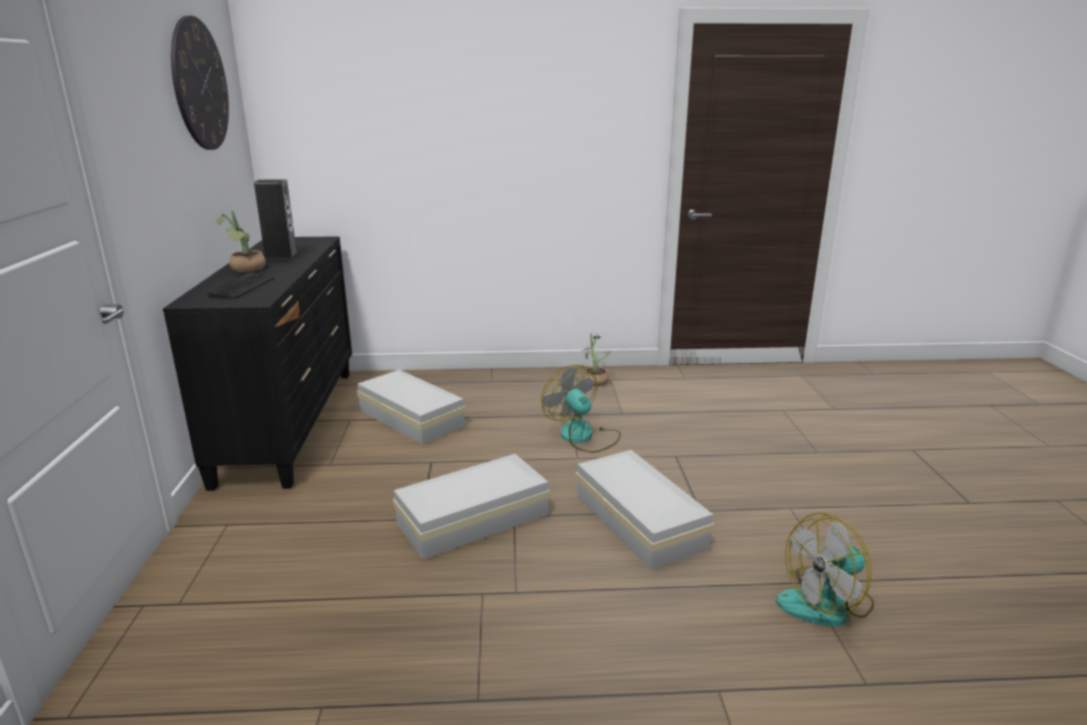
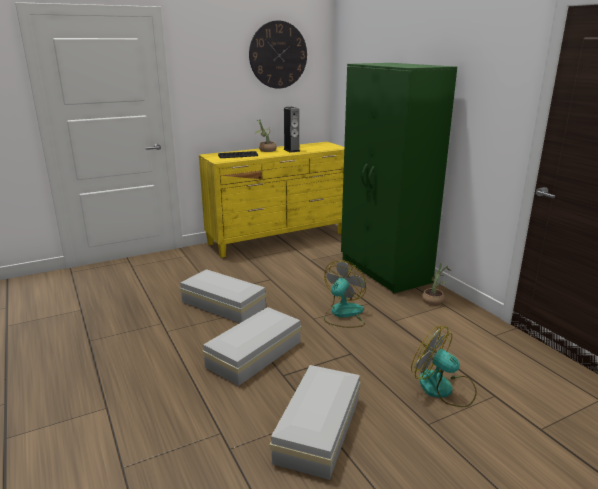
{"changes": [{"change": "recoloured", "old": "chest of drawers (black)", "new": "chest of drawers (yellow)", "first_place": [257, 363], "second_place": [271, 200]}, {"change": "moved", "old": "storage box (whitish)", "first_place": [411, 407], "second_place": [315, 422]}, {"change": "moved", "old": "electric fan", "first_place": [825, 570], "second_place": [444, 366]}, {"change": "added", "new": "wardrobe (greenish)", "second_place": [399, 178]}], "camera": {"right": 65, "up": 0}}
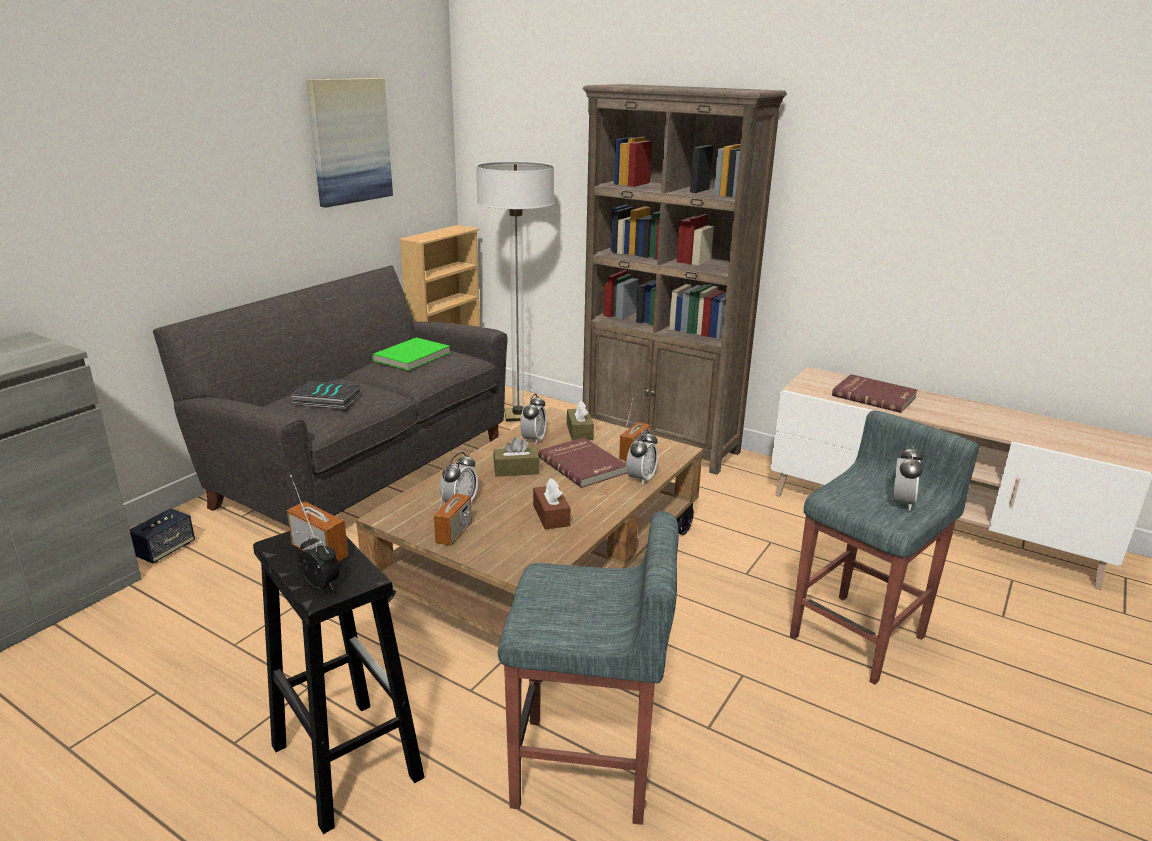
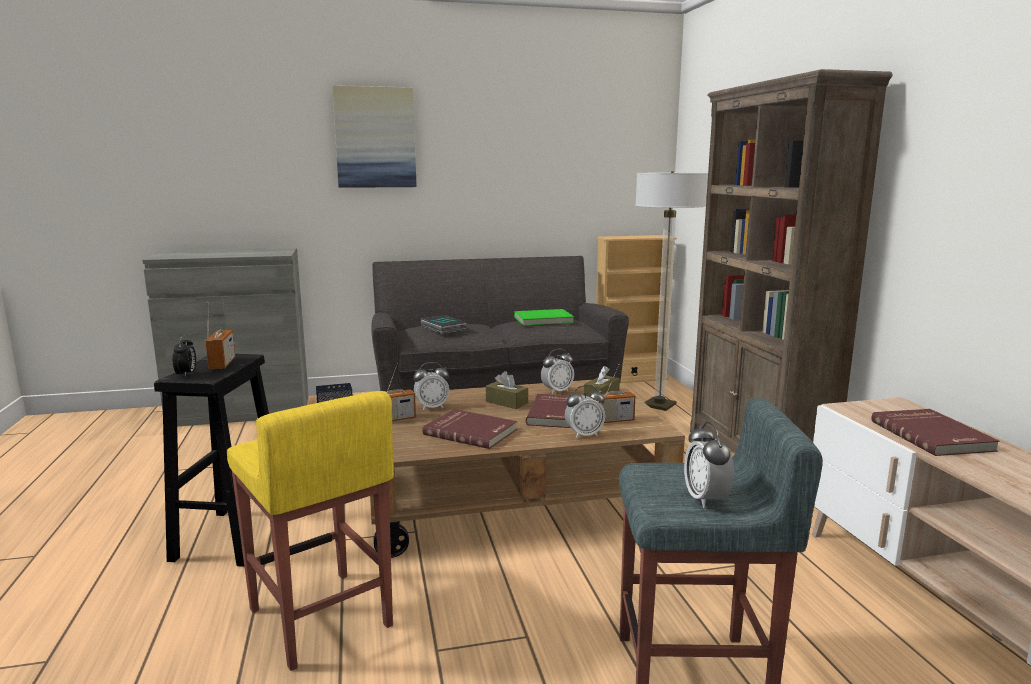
{"changes": [{"change": "moved", "old": "picture", "first_place": [349, 143], "second_place": [374, 136]}, {"change": "recoloured", "old": "sitting stool (greyish)", "new": "sitting stool (yellow)", "first_place": [588, 668], "second_place": [310, 531]}, {"change": "replaced", "old": "box of tissues (brownish)", "new": "bound book (reddish)", "first_place": [551, 504], "second_place": [469, 429]}, {"change": "turned", "old": "table clock", "first_place": [908, 477], "second_place": [709, 465], "degrees": 105}], "camera": {"right": 45, "up": -10}}
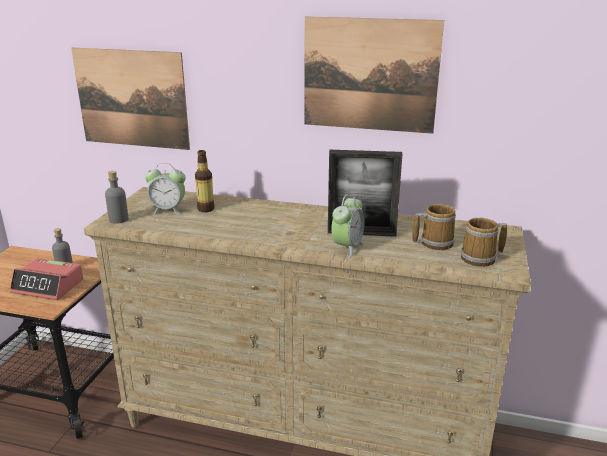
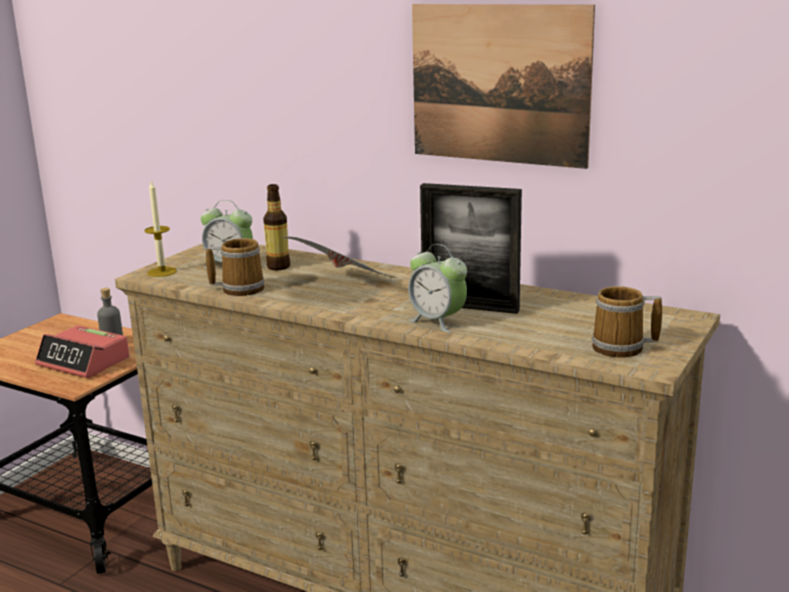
{"changes": [{"change": "removed", "old": "picture", "first_place": [130, 99]}, {"change": "replaced", "old": "drink bottle (greyish)", "new": "wax light", "first_place": [116, 197], "second_place": [160, 228]}, {"change": "turned", "old": "table clock", "first_place": [348, 226], "second_place": [437, 288], "degrees": 90}, {"change": "moved", "old": "coffee mug", "first_place": [434, 227], "second_place": [235, 267]}, {"change": "added", "new": "daily paper", "second_place": [340, 257]}], "camera": {"right": 15, "up": -5}}
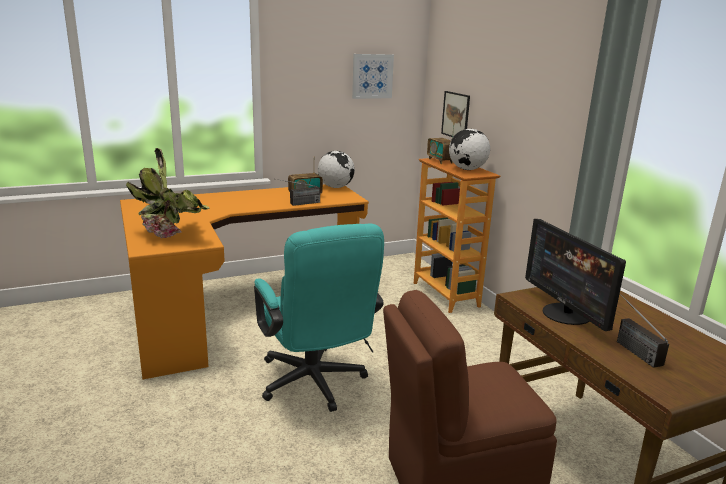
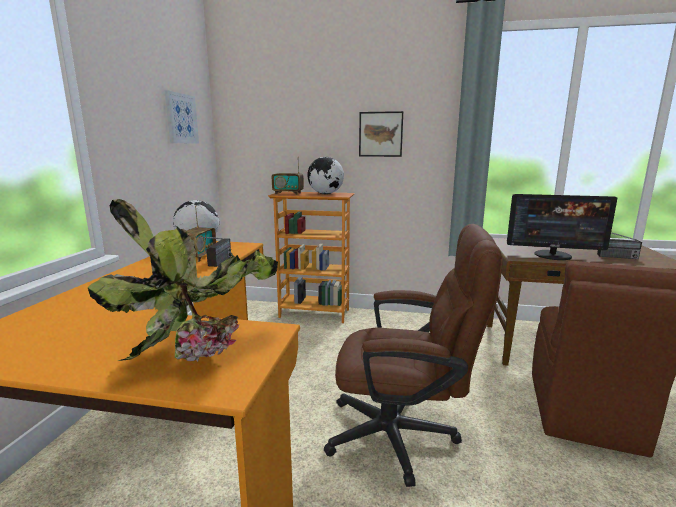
{"changes": [{"change": "recoloured", "old": "office chair (blue-green)", "new": "office chair (brownish)", "first_place": [319, 317], "second_place": [413, 355]}, {"change": "moved", "old": "picture", "first_place": [455, 114], "second_place": [381, 134]}], "camera": {"right": -55, "up": -5}}
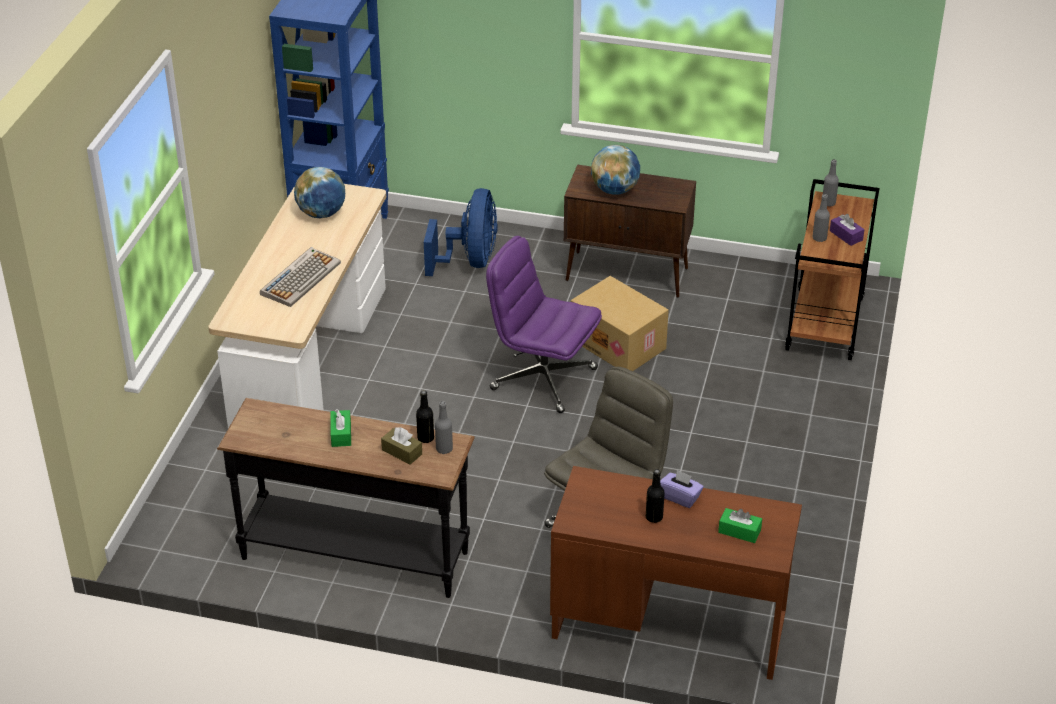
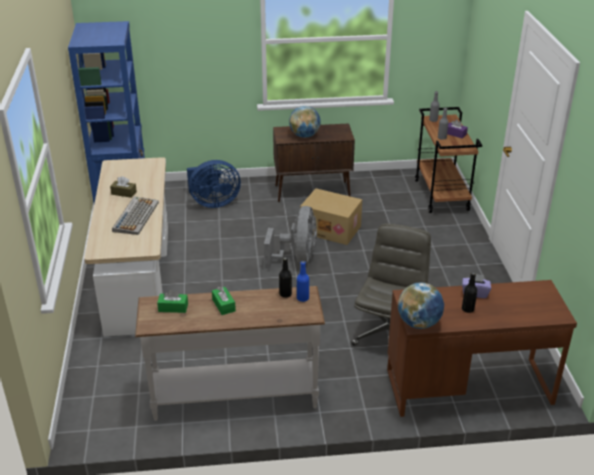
{"changes": [{"change": "recoloured", "old": "narrow table (black)", "new": "narrow table (whitish)", "first_place": [346, 498], "second_place": [230, 353]}, {"change": "moved", "old": "globe", "first_place": [319, 192], "second_place": [421, 305]}, {"change": "moved", "old": "box of tissues (brownish)", "first_place": [401, 446], "second_place": [123, 187]}, {"change": "turned", "old": "electric fan (blue)", "first_place": [461, 232], "second_place": [214, 184], "degrees": 90}, {"change": "recoloured", "old": "drink bottle (greyish)", "new": "drink bottle (blue)", "first_place": [444, 427], "second_place": [303, 281]}, {"change": "replaced", "old": "office chair (purple)", "new": "electric fan (greyish)", "first_place": [544, 324], "second_place": [290, 237]}, {"change": "moved", "old": "box of tissues (greenish)", "first_place": [740, 525], "second_place": [172, 301]}], "camera": {"right": -20, "up": -5}}
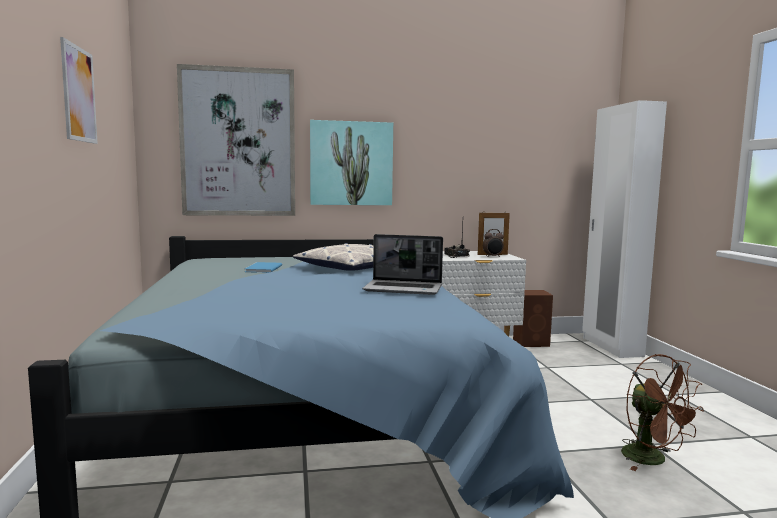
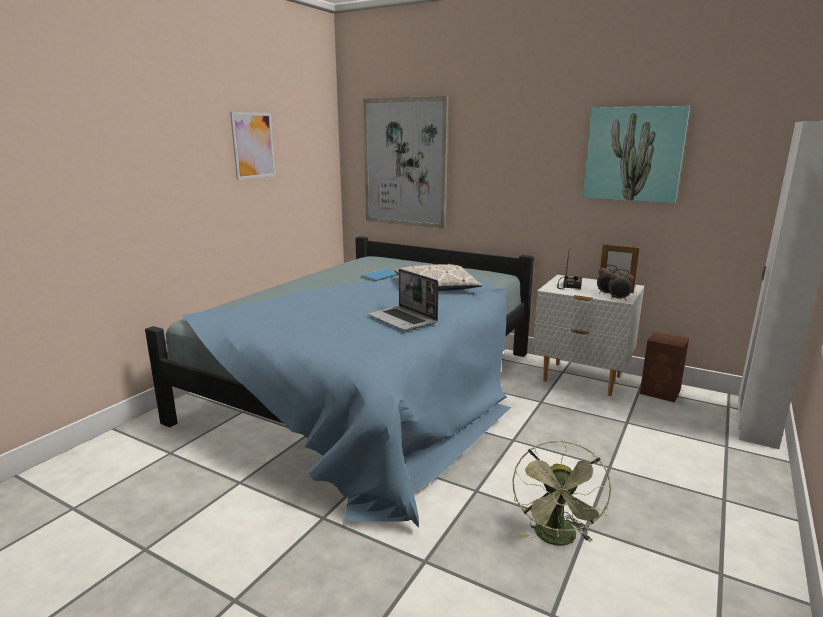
{"changes": [{"change": "moved", "old": "picture", "first_place": [351, 162], "second_place": [636, 154]}, {"change": "recoloured", "old": "electric fan (brownish)", "new": "electric fan (greenish)", "first_place": [662, 412], "second_place": [562, 493]}, {"change": "added", "new": "table clock", "second_place": [620, 284]}], "camera": {"right": 40, "up": 10}}
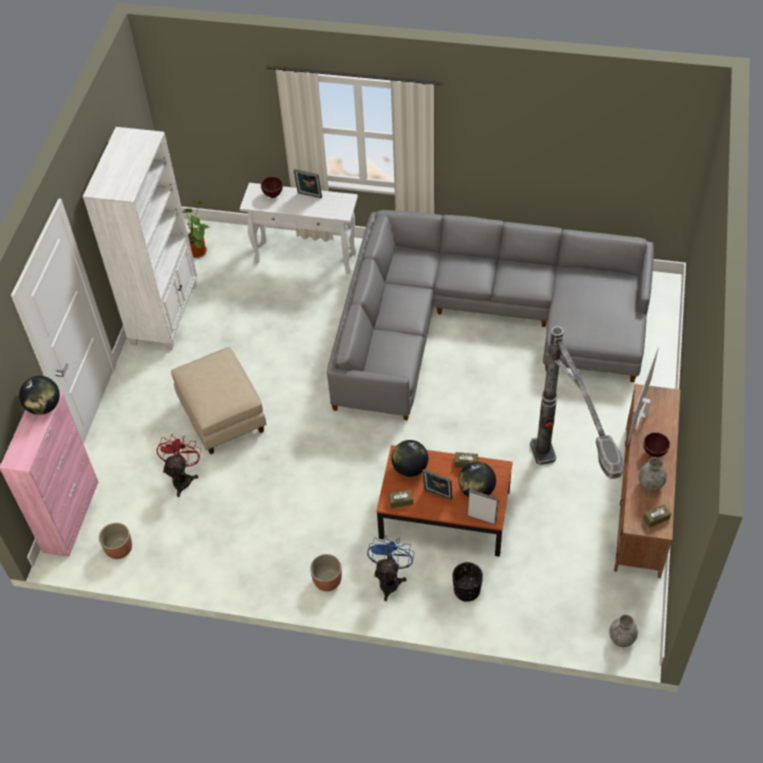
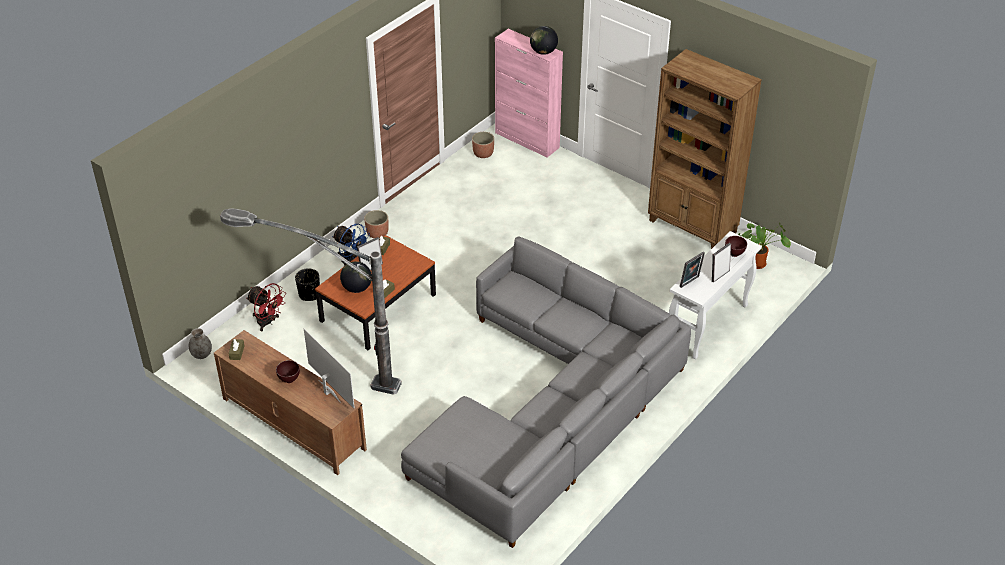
{"changes": [{"change": "recoloured", "old": "bookcase (whitish)", "new": "bookcase (brownish)", "first_place": [140, 238], "second_place": [705, 149]}, {"change": "moved", "old": "electric fan (reddish)", "first_place": [179, 465], "second_place": [266, 307]}, {"change": "removed", "old": "ottoman (beige-coloured)", "first_place": [218, 400]}, {"change": "removed", "old": "globe", "first_place": [409, 458]}, {"change": "moved", "old": "photo frame", "first_place": [483, 507], "second_place": [692, 270]}, {"change": "removed", "old": "decorative vase (greyish)", "first_place": [653, 474]}], "camera": {"right": 115, "up": -10}}
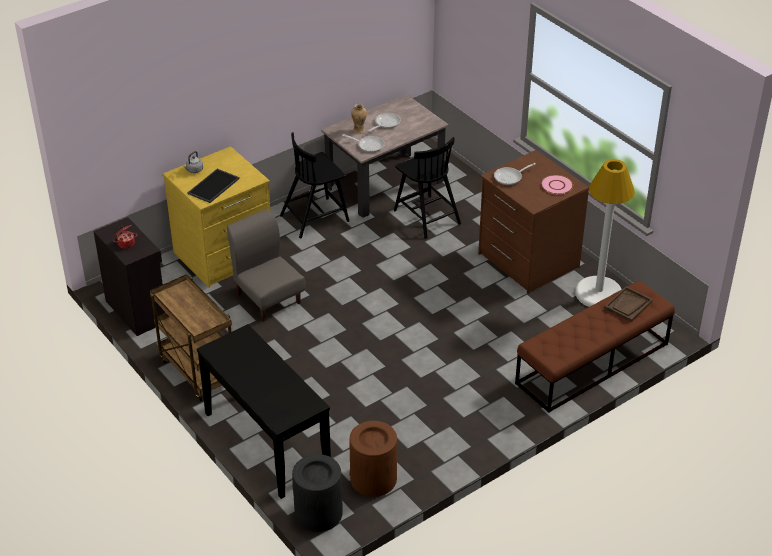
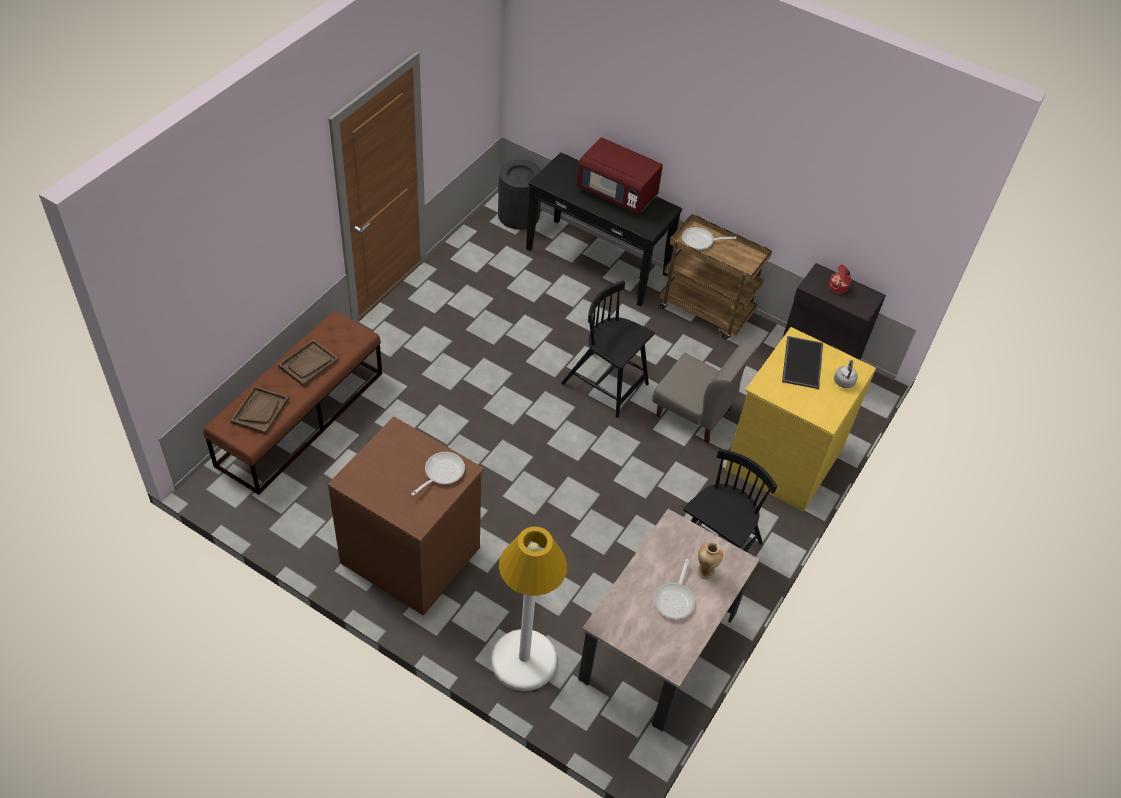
{"changes": [{"change": "moved", "old": "skillet", "first_place": [363, 143], "second_place": [709, 238]}, {"change": "removed", "old": "rubbish bin (brownish)", "first_place": [373, 459]}, {"change": "moved", "old": "upright chair (black)", "first_place": [427, 188], "second_place": [608, 349]}, {"change": "removed", "old": "plate (pink)", "first_place": [557, 184]}, {"change": "moved", "old": "floor lamp (whitish)", "first_place": [605, 233], "second_place": [529, 608]}, {"change": "added", "new": "tray (brownish)", "second_place": [308, 363]}, {"change": "added", "new": "microwave (reddish)", "second_place": [620, 175]}], "camera": {"right": 155, "up": 10}}
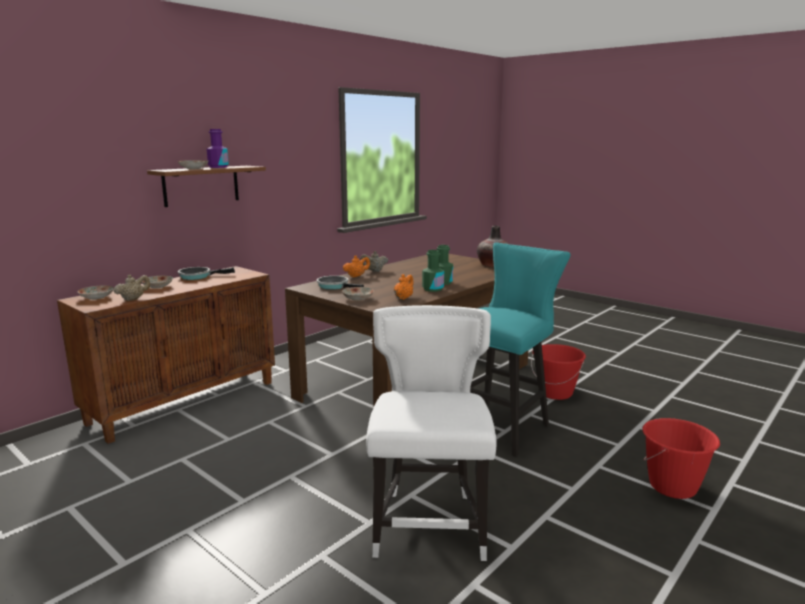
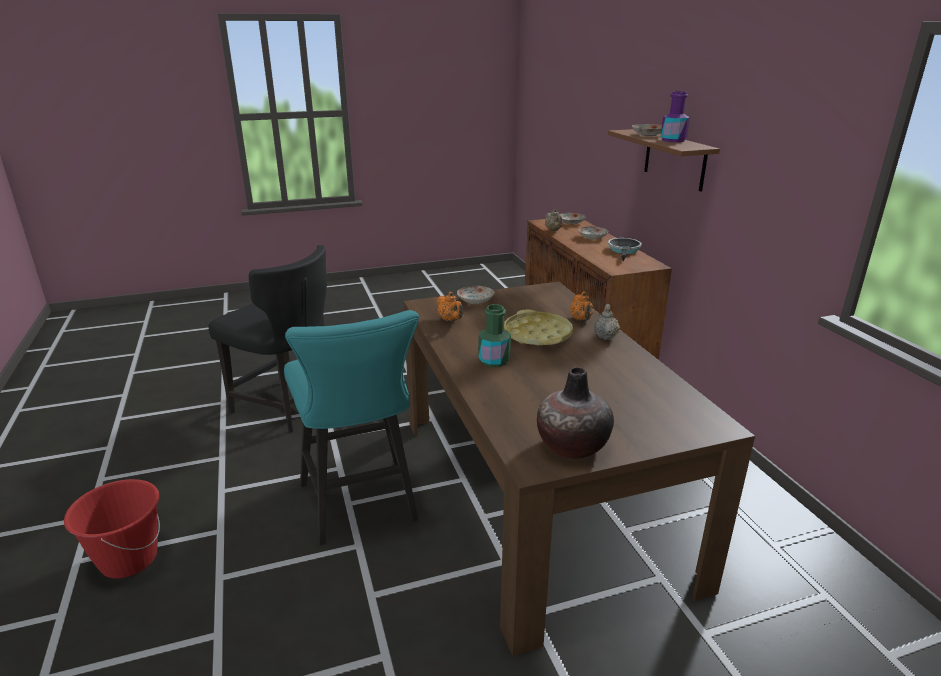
{"changes": [{"change": "removed", "old": "skillet", "first_place": [340, 283]}, {"change": "recoloured", "old": "upright chair (whitish)", "new": "upright chair (black)", "first_place": [431, 433], "second_place": [268, 339]}, {"change": "removed", "old": "drink bottle (greenish)", "first_place": [433, 271]}, {"change": "removed", "old": "pail (reddish)", "first_place": [558, 372]}, {"change": "added", "new": "tray (yellow)", "second_place": [538, 327]}], "camera": {"right": 120, "up": 10}}
